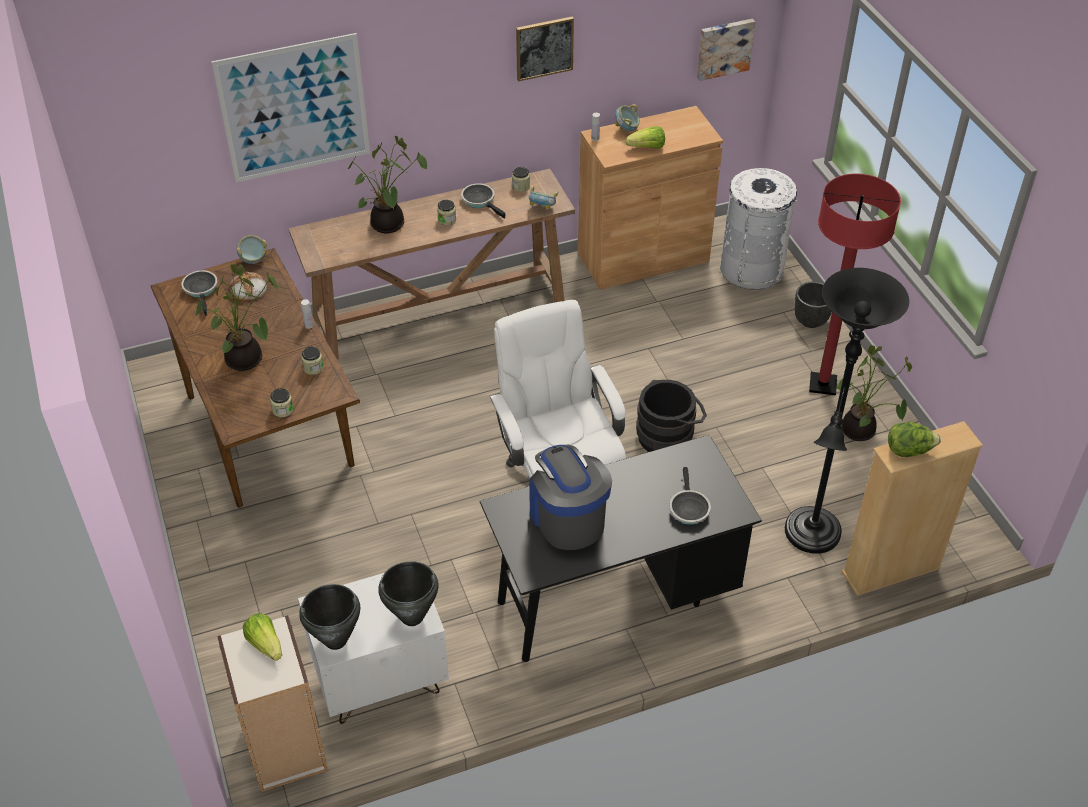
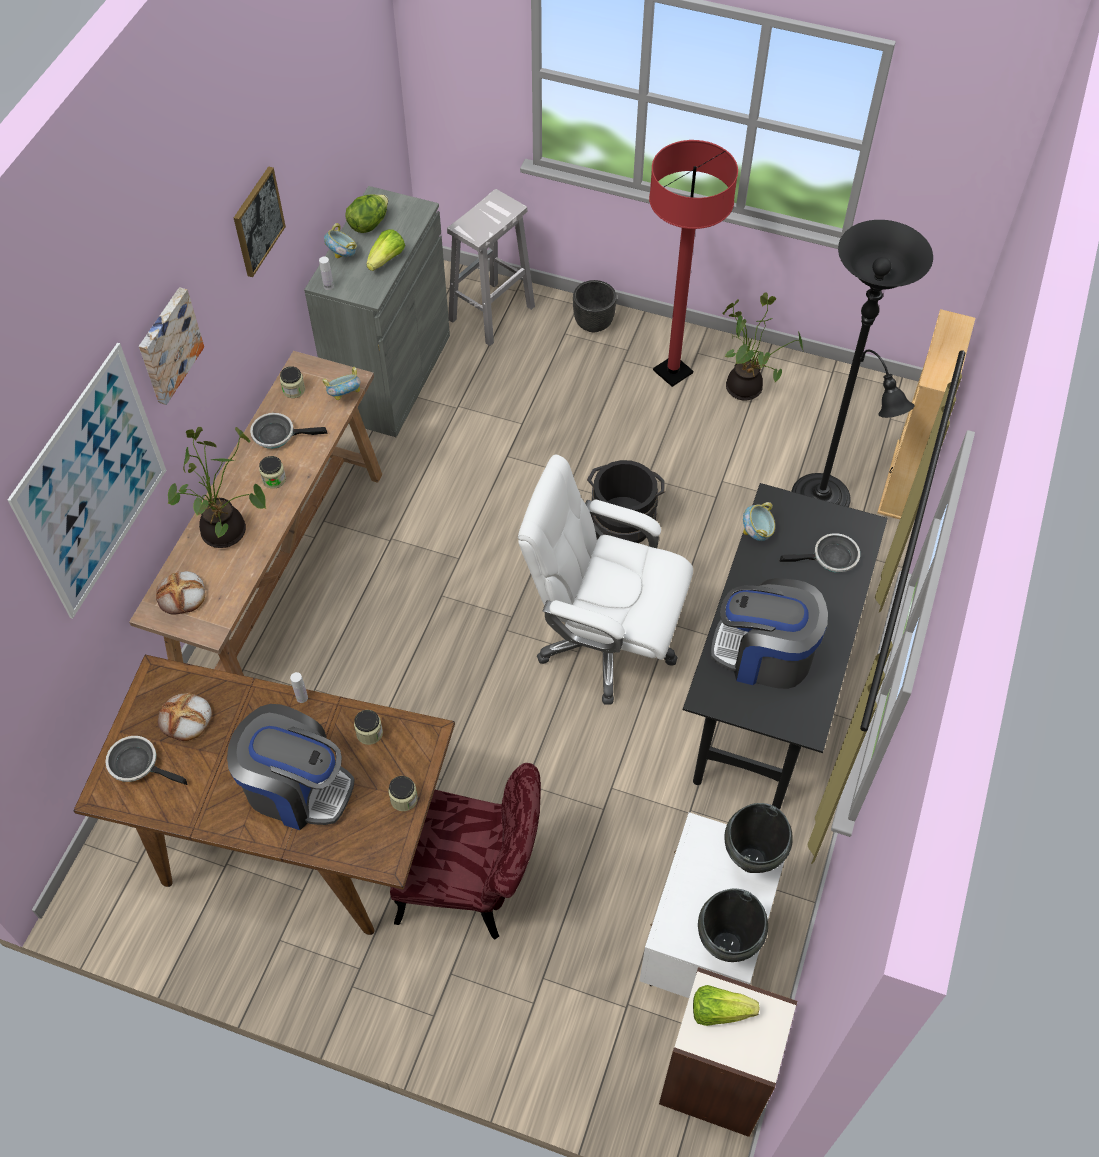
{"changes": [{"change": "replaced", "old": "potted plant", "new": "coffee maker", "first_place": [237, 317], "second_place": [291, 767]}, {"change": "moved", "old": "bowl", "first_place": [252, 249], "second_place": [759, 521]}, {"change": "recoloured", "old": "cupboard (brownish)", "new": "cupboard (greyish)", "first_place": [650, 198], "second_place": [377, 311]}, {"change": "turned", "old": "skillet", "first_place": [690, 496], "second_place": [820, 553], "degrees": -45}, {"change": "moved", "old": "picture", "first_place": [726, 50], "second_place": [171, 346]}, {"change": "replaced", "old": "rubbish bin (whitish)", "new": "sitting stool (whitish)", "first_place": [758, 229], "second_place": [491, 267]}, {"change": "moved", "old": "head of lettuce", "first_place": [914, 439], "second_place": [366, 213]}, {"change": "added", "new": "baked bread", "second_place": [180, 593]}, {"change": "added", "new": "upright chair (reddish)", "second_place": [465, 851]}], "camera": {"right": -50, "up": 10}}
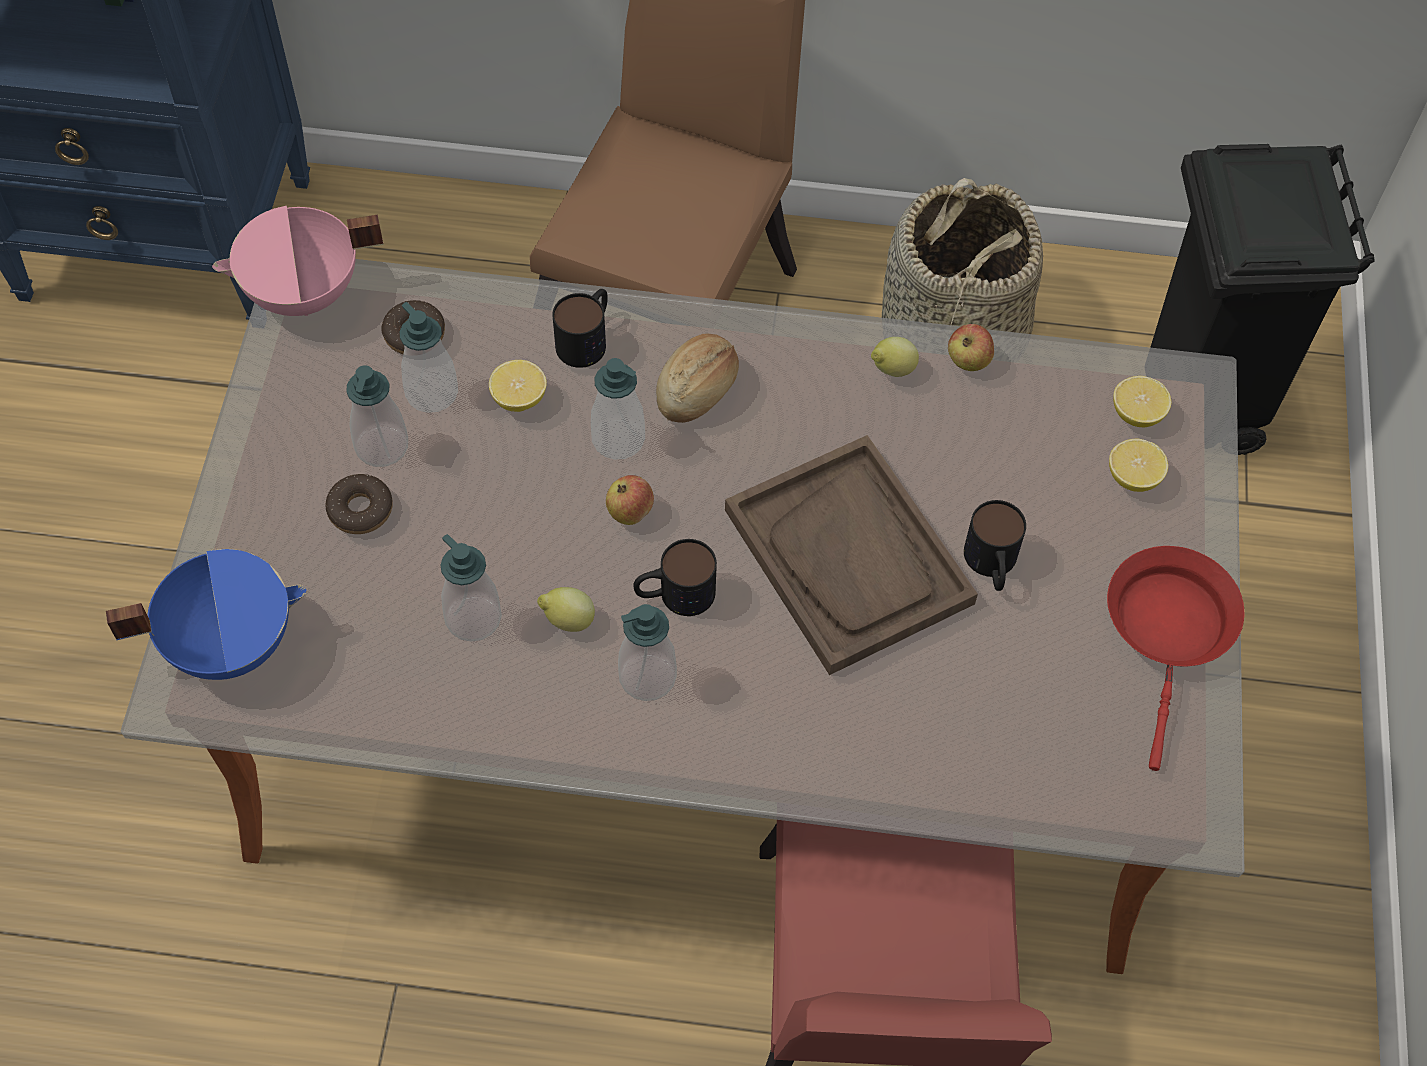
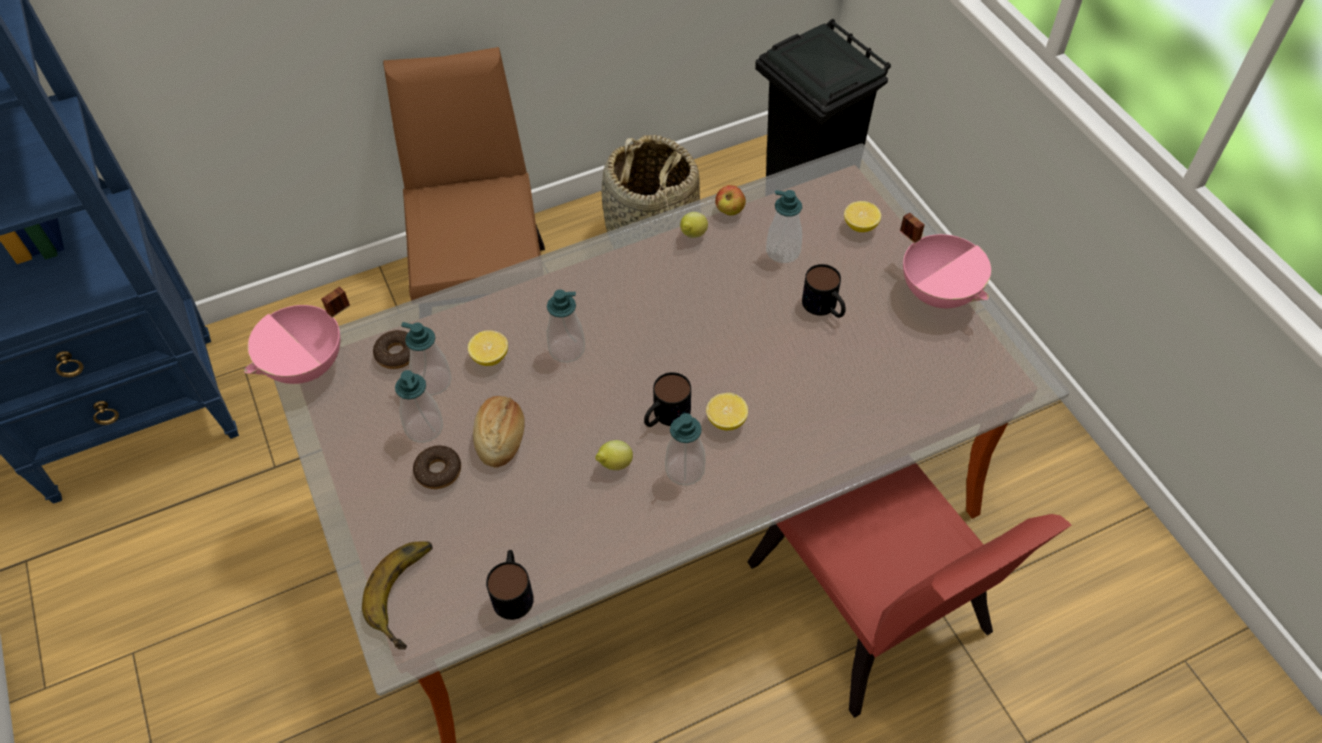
{"changes": [{"change": "replaced", "old": "cooking pot (blue)", "new": "banana fruit", "first_place": [206, 614], "second_place": [397, 595]}, {"change": "moved", "old": "soap bottle", "first_place": [471, 588], "second_place": [784, 226]}, {"change": "moved", "old": "coffee mug", "first_place": [580, 328], "second_place": [510, 585]}, {"change": "removed", "old": "apple fruit", "first_place": [630, 500]}, {"change": "moved", "old": "baked bread", "first_place": [697, 378], "second_place": [499, 432]}, {"change": "removed", "old": "tray (brownish)", "first_place": [851, 555]}, {"change": "replaced", "old": "skillet (reddish)", "new": "cooking pot (pink)", "first_place": [1175, 658], "second_place": [945, 260]}, {"change": "moved", "old": "lemon", "first_place": [1142, 402], "second_place": [727, 411]}], "camera": {"right": -30, "up": -5}}
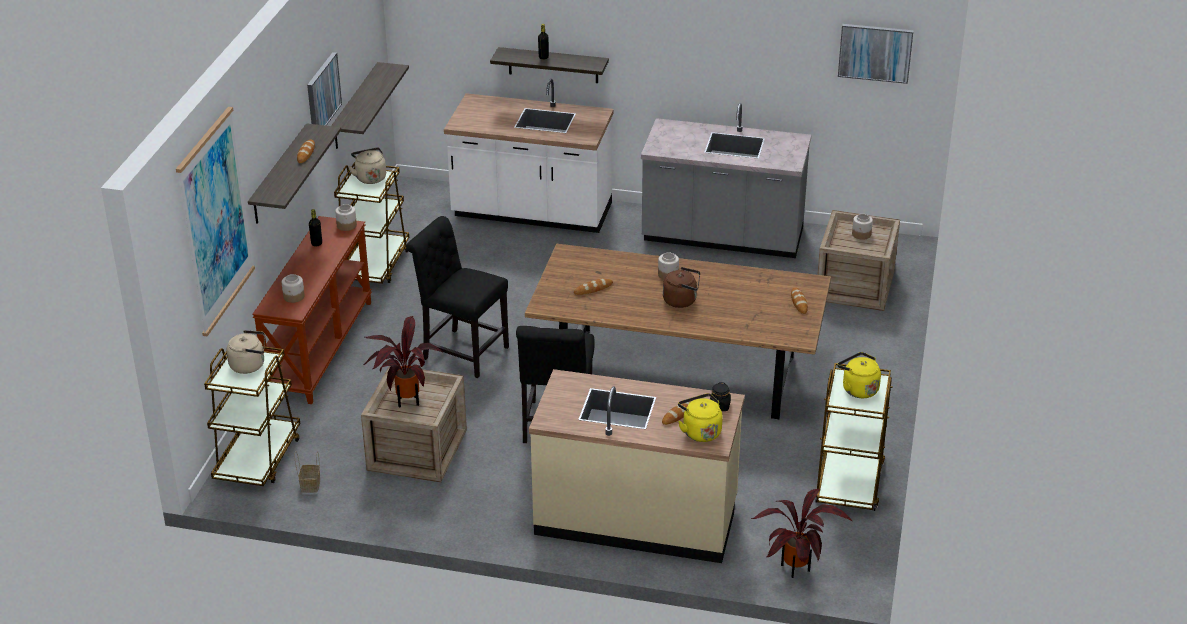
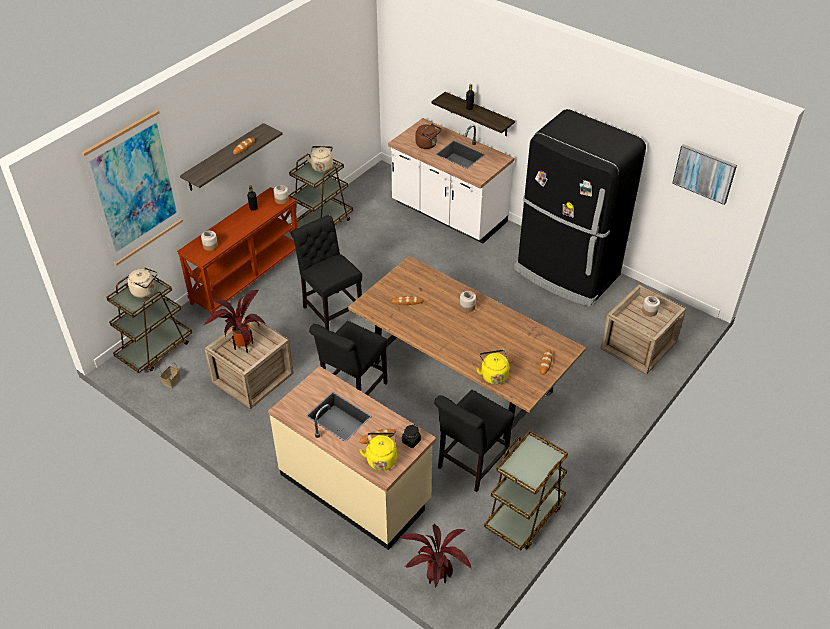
{"changes": [{"change": "removed", "old": "picture", "first_place": [324, 89]}, {"change": "removed", "old": "wall shelf", "first_place": [370, 105]}, {"change": "replaced", "old": "kitchen base unit (greyish)", "new": "kitchen fridge (black)", "first_place": [726, 180], "second_place": [580, 208]}, {"change": "moved", "old": "water kettle (brownish)", "first_place": [681, 287], "second_place": [428, 136]}, {"change": "moved", "old": "water kettle (yellow)", "first_place": [859, 375], "second_place": [492, 366]}, {"change": "added", "new": "upright chair (black)", "second_place": [474, 441]}], "camera": {"right": 25, "up": 10}}
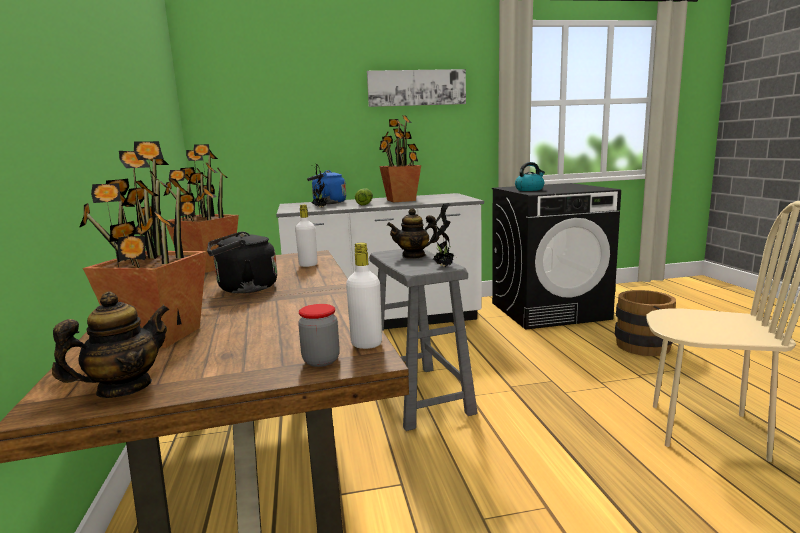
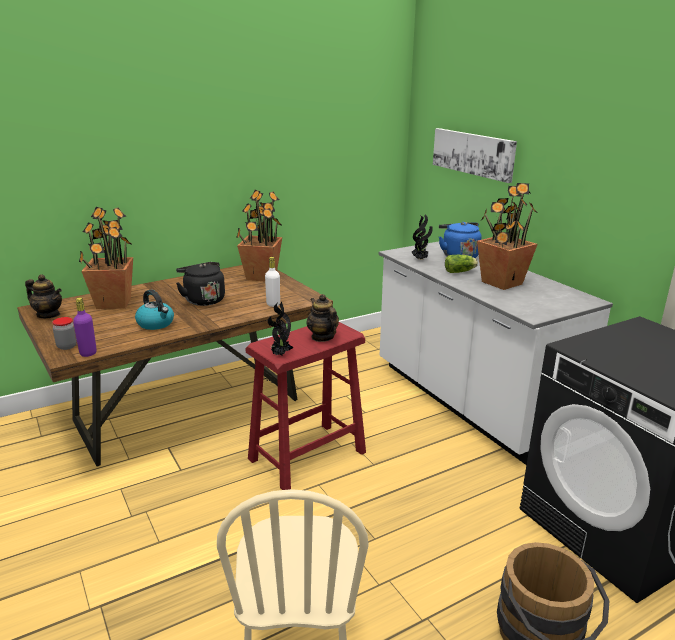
{"changes": [{"change": "recoloured", "old": "drink bottle (whitish)", "new": "drink bottle (purple)", "first_place": [364, 296], "second_place": [85, 327]}, {"change": "moved", "old": "picture", "first_place": [416, 88], "second_place": [475, 155]}, {"change": "recoloured", "old": "sitting stool (greyish)", "new": "sitting stool (reddish)", "first_place": [423, 340], "second_place": [305, 406]}, {"change": "moved", "old": "water kettle", "first_place": [530, 176], "second_place": [154, 310]}], "camera": {"right": 70, "up": 10}}
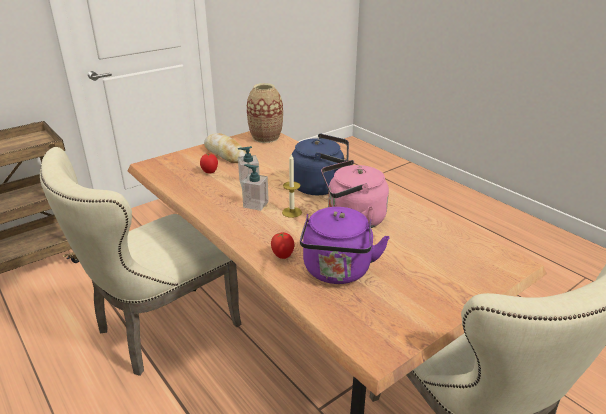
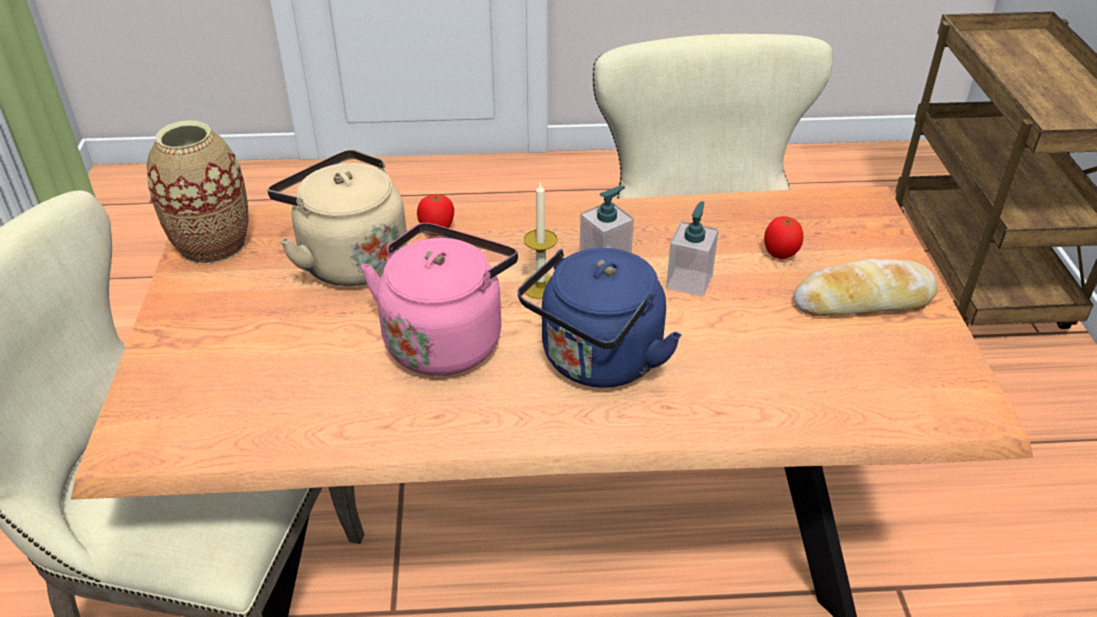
{"changes": [{"change": "moved", "old": "decorative vase", "first_place": [265, 113], "second_place": [198, 192]}, {"change": "recoloured", "old": "water kettle (purple)", "new": "water kettle (beige-coloured)", "first_place": [345, 245], "second_place": [337, 218]}], "camera": {"right": 125, "up": 10}}
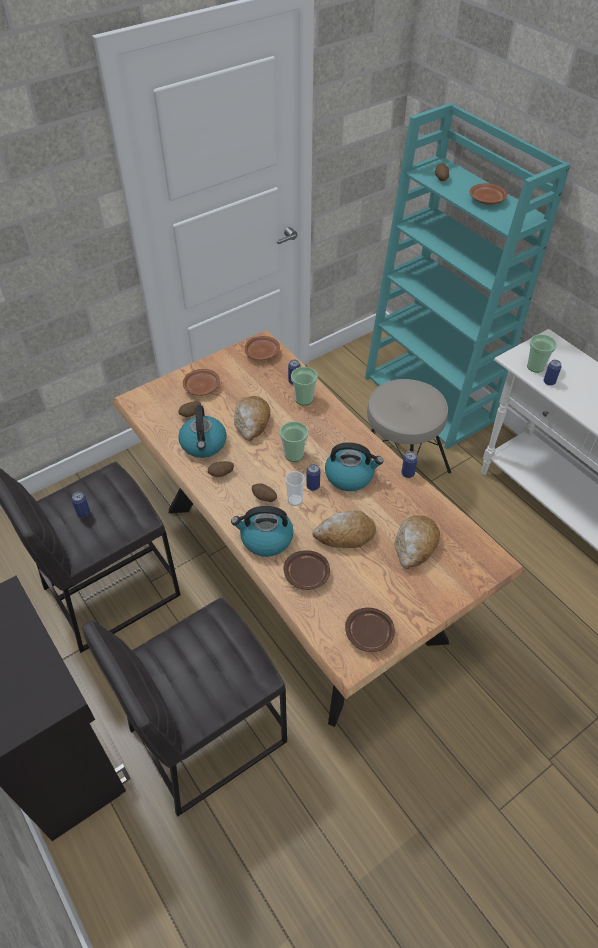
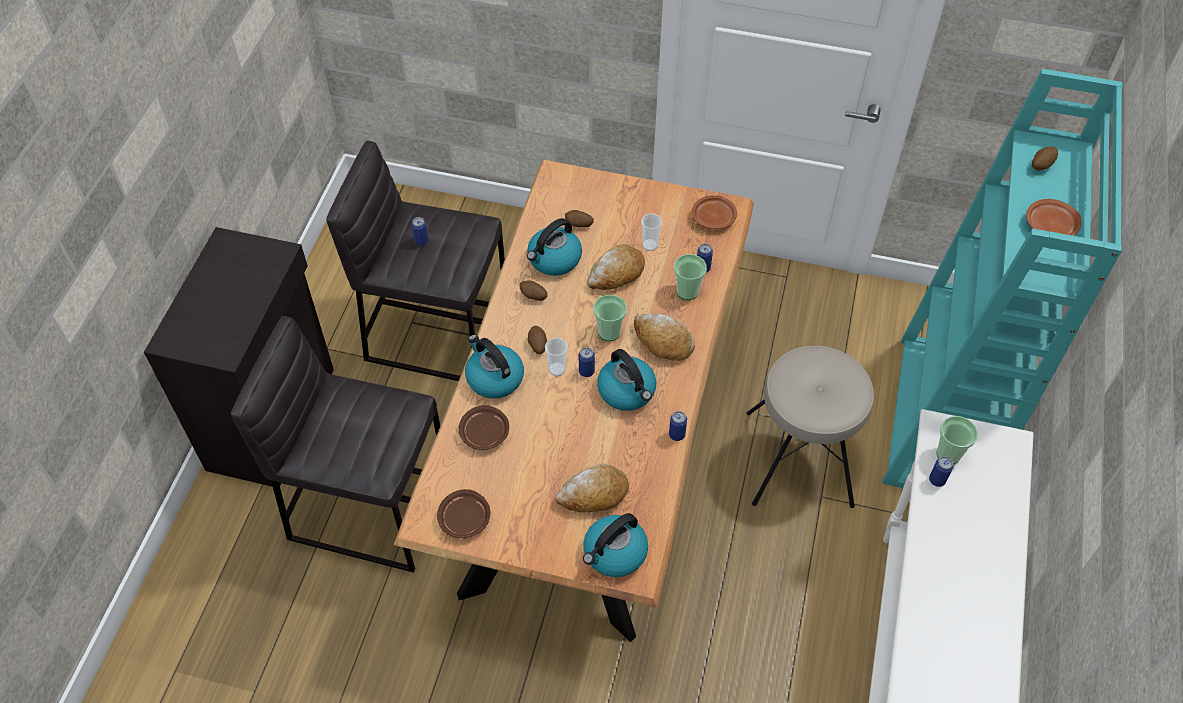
{"changes": [{"change": "removed", "old": "plate (brownish)", "first_place": [201, 382]}, {"change": "moved", "old": "baked bread", "first_place": [344, 529], "second_place": [664, 337]}, {"change": "added", "new": "water kettle", "second_place": [615, 545]}, {"change": "added", "new": "small cup", "second_place": [651, 232]}], "camera": {"right": 50, "up": 5}}
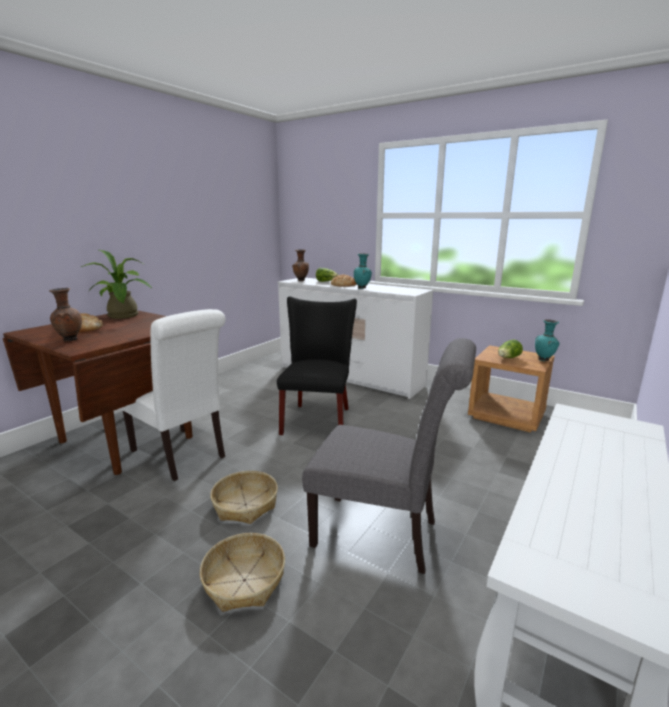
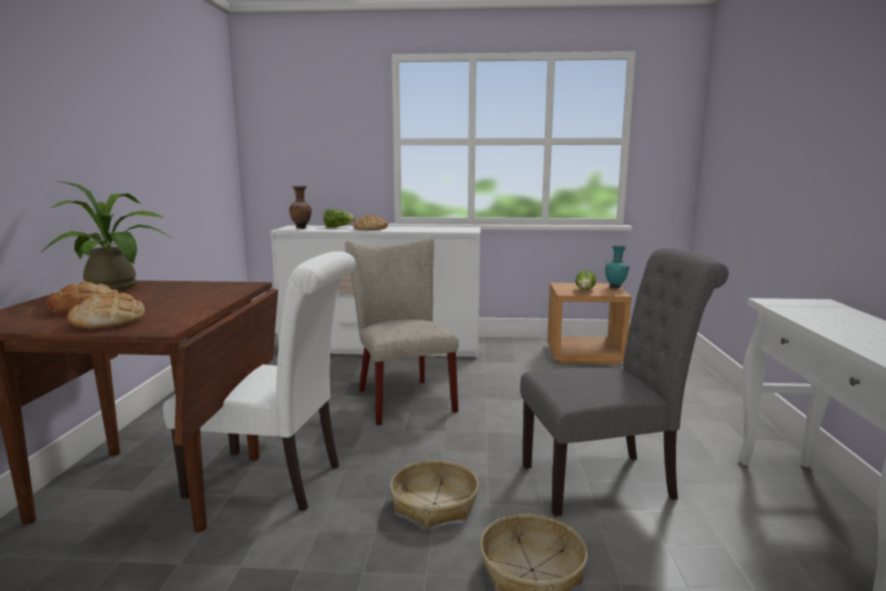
{"changes": [{"change": "replaced", "old": "decorative vase (brownish)", "new": "baked bread", "first_place": [65, 315], "second_place": [106, 310]}, {"change": "recoloured", "old": "upright chair (black)", "new": "upright chair (beige-coloured)", "first_place": [317, 365], "second_place": [402, 331]}, {"change": "removed", "old": "decorative vase (blue-green)", "first_place": [363, 271]}], "camera": {"right": -30, "up": -5}}
